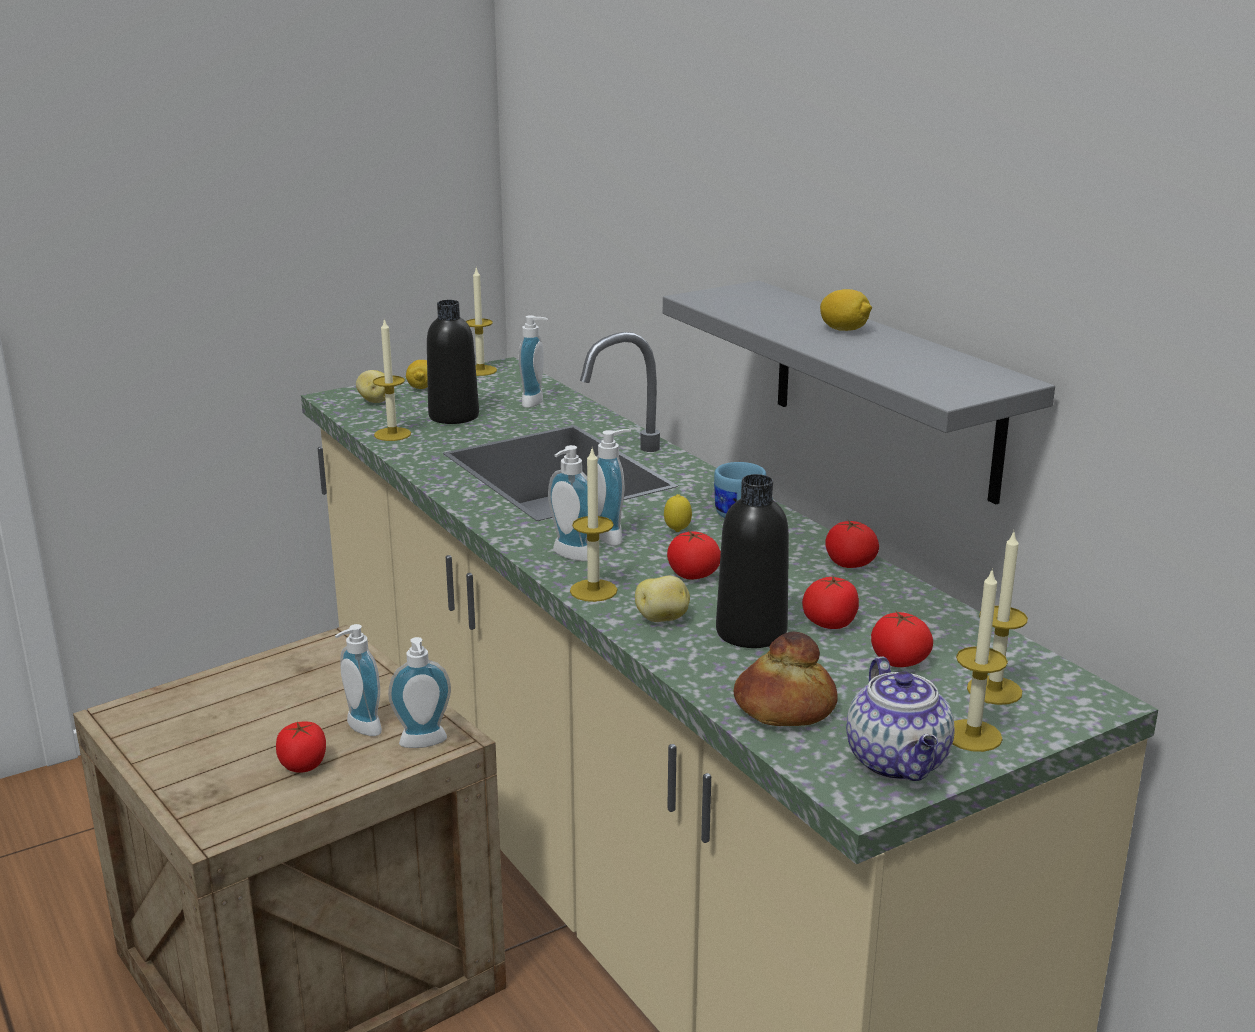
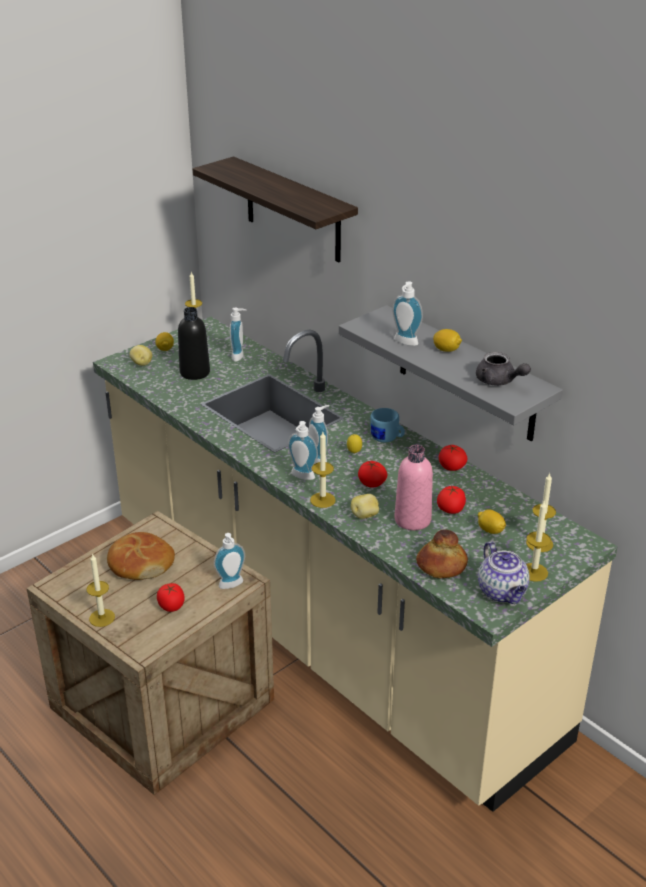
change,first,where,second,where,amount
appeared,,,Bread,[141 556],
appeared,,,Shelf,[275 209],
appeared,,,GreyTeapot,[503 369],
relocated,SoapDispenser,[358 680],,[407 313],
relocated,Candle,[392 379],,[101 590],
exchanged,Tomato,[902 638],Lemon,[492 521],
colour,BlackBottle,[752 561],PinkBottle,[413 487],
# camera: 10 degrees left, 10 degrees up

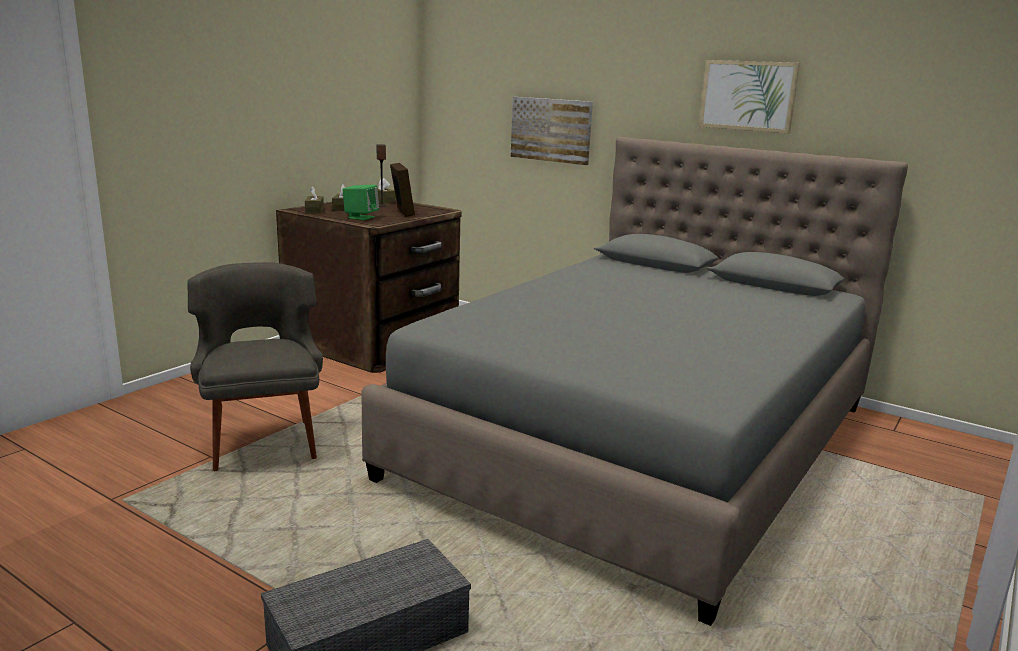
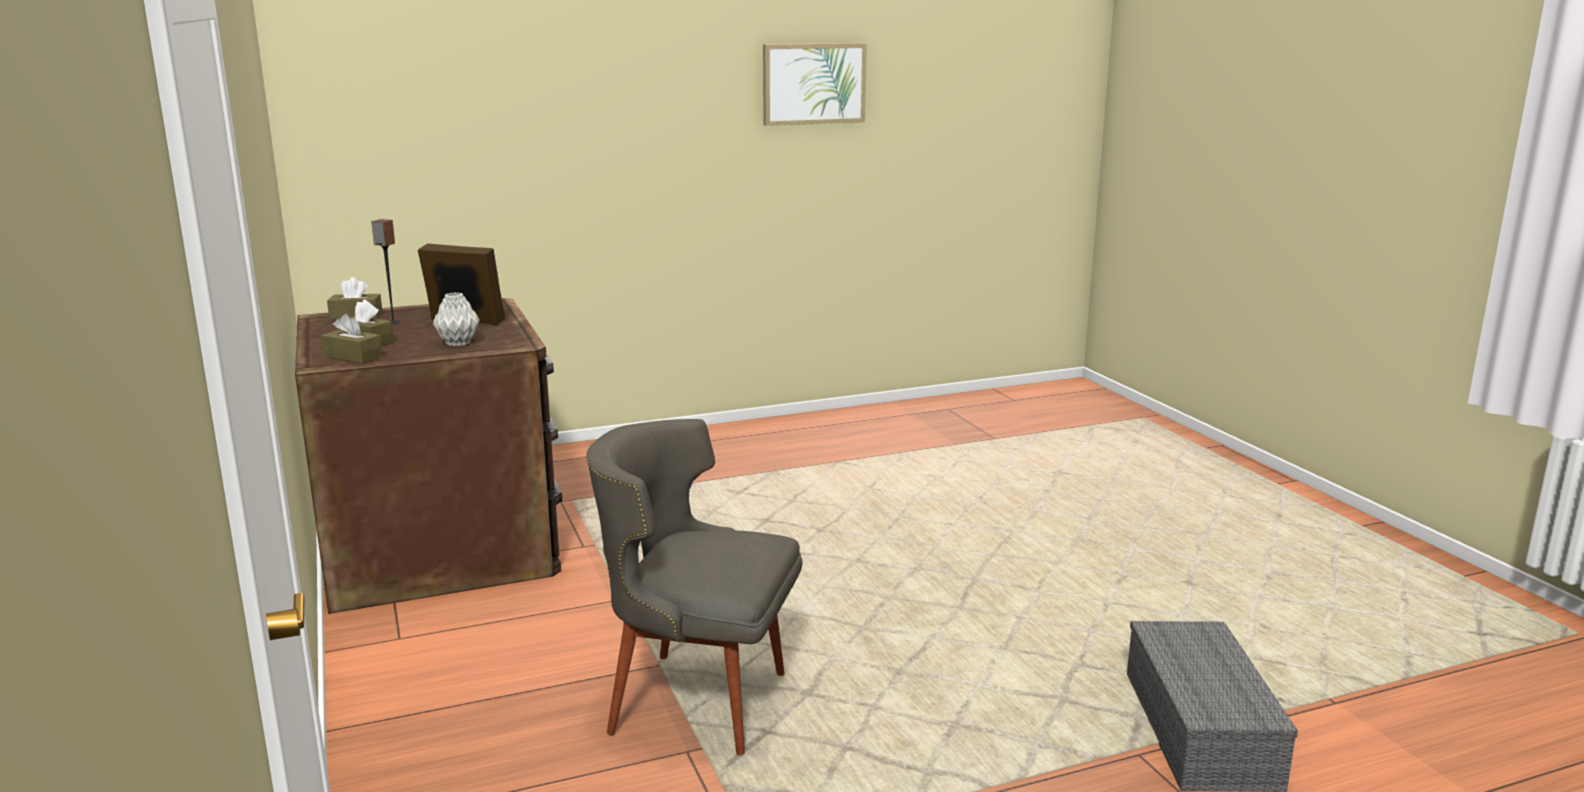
change,first,where,second,where,amount
missing,GreyBed,[635 381],,,
missing,Picture,[552 131],,,
exchanged,GreenSpeaker,[360 202],GreyVase,[456 319],
# camera: 55 degrees left, 0 degrees up

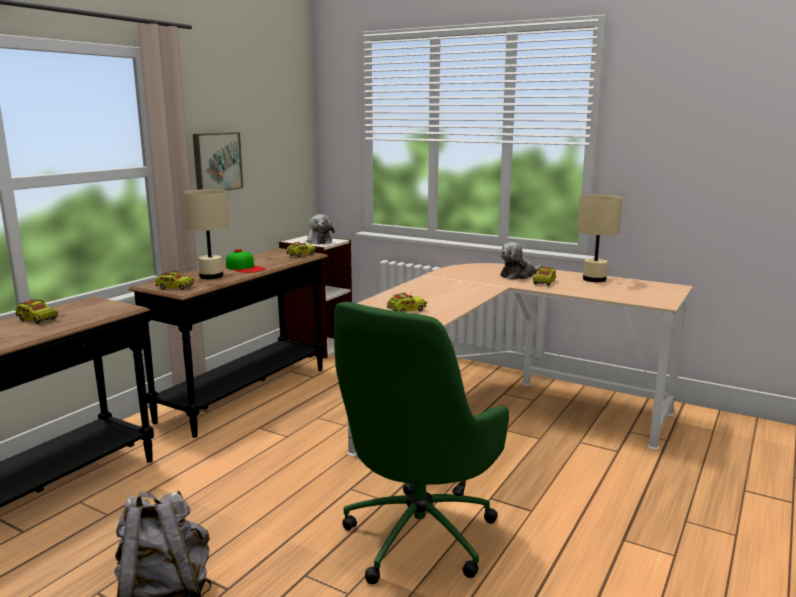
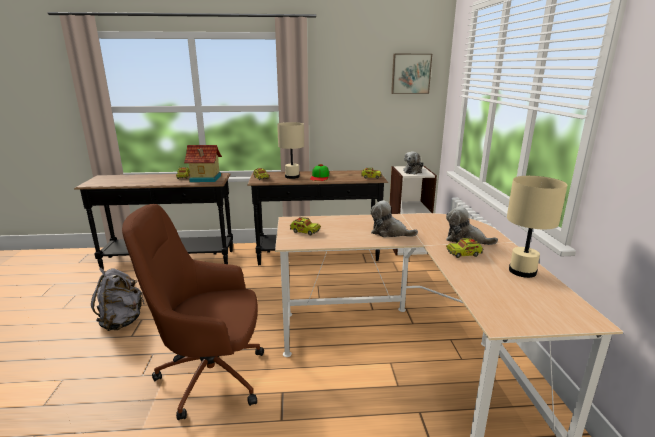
change,first,where,second,where,amount
appeared,,,ToyHouse,[203 163],
appeared,,,PlushToy,[394 218],
relocated,Picture,[218 161],,[411 74],
colour,GreenOfficeChair,[421 443],BrownOfficeChair,[193 312],
# camera: 55 degrees right, 5 degrees up

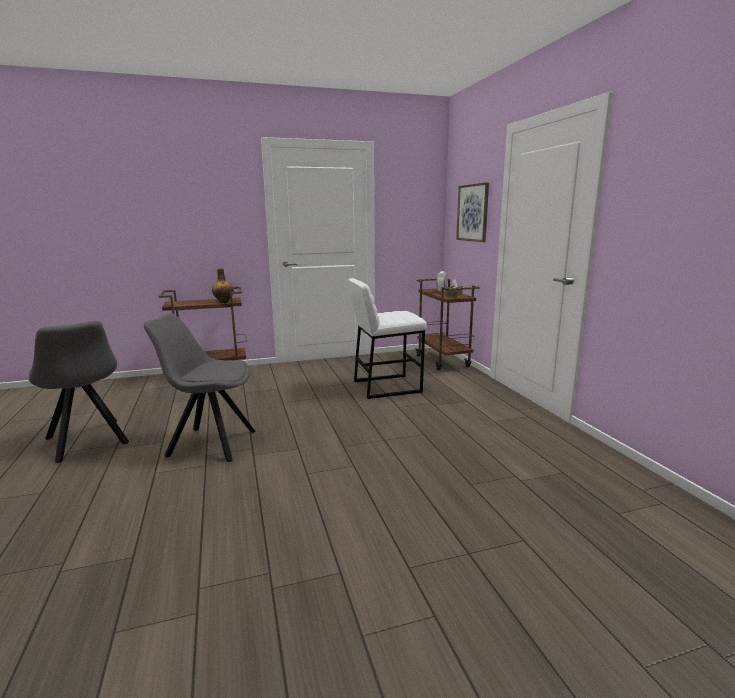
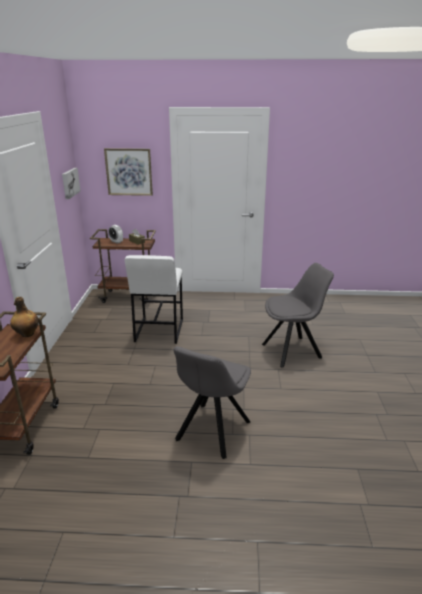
change,first,where,second,where,amount
appeared,,,Picture,[71 183],
relocated,GreyChair,[79 392],,[298 315],
# camera: 70 degrees left, 10 degrees up

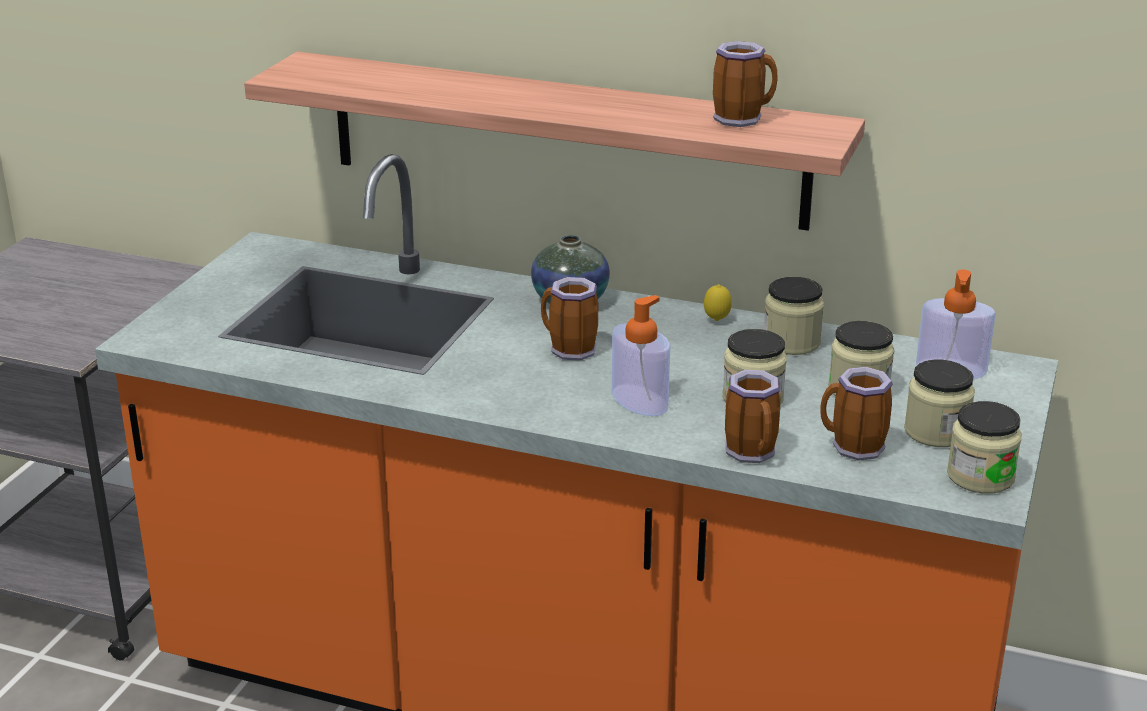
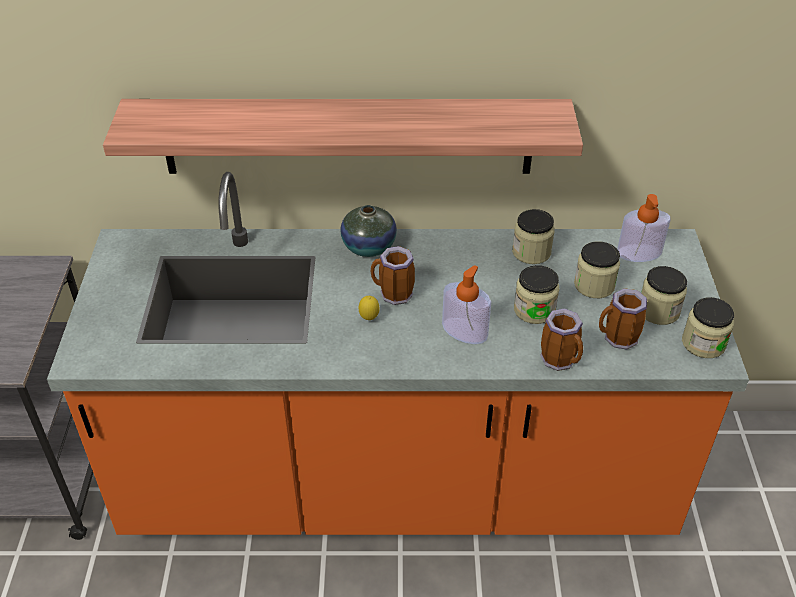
change,first,where,second,where,amount
missing,Mug,[745 84],,,
relocated,Lemon,[718 302],,[369 308],
# camera: 20 degrees left, 15 degrees up

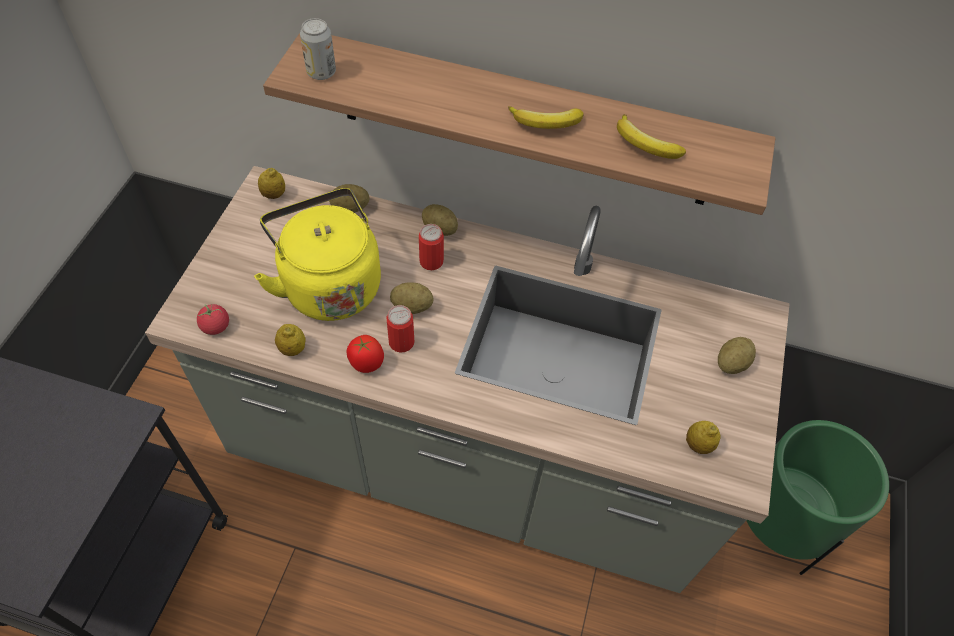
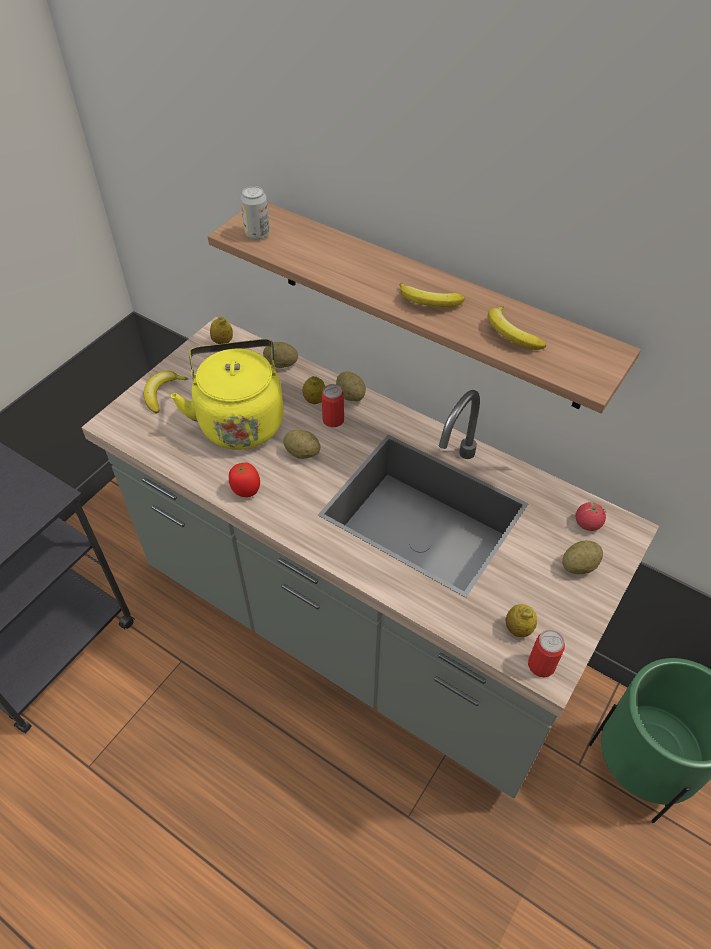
change,first,where,second,where,amount
appeared,,,Banana,[166 392],
relocated,Tomato,[213 319],,[591 516],
relocated,Lemon,[290 340],,[313 390],
relocated,Can,[400 329],,[546 653],
# camera: 20 degrees right, 5 degrees down

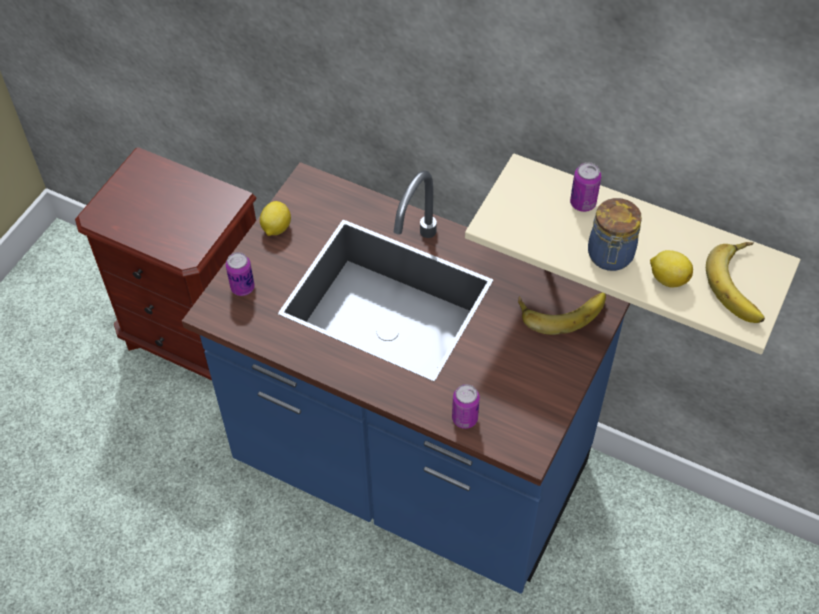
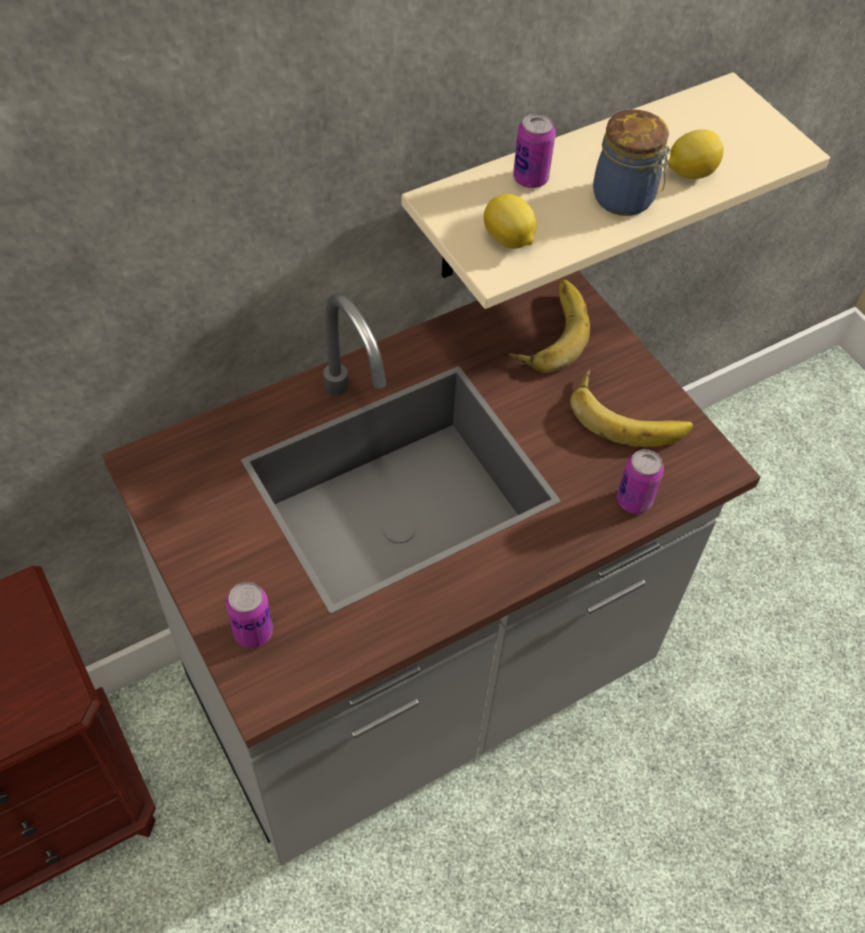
change,first,where,second,where,amount
relocated,Lemon,[275 218],,[510 221],
relocated,Banana,[735 282],,[631 408],
colour,BlueCounter,[406 378],GreyCounter,[431 568],
# camera: 60 degrees left, 0 degrees up

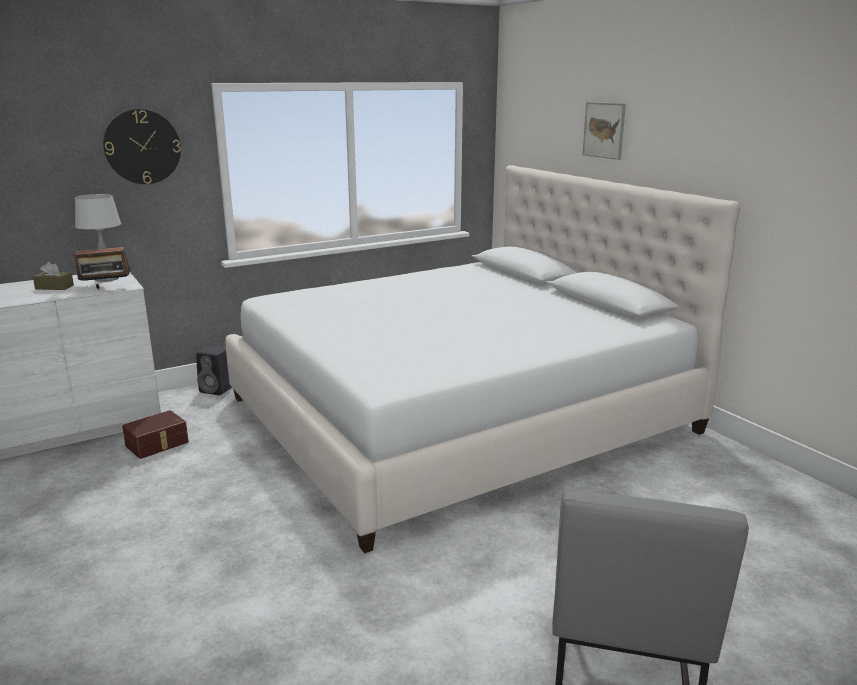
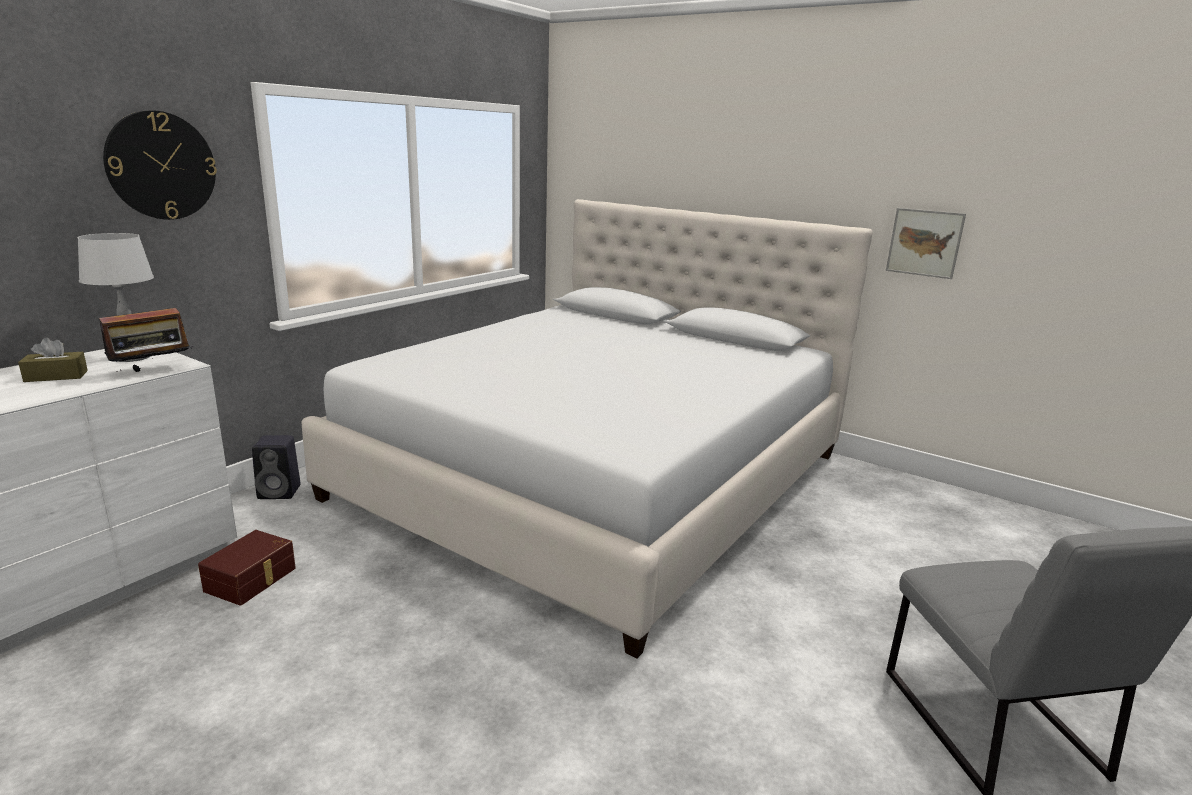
change,first,where,second,where,amount
relocated,Picture,[604 131],,[926 243],
# camera: 25 degrees left, 0 degrees up

